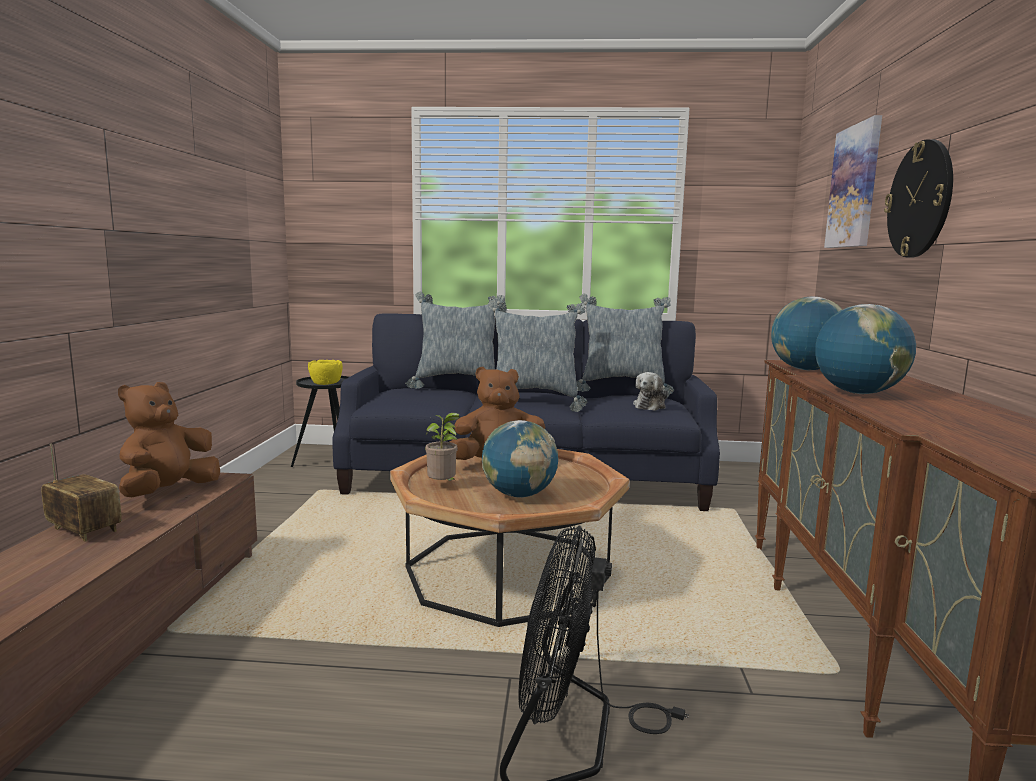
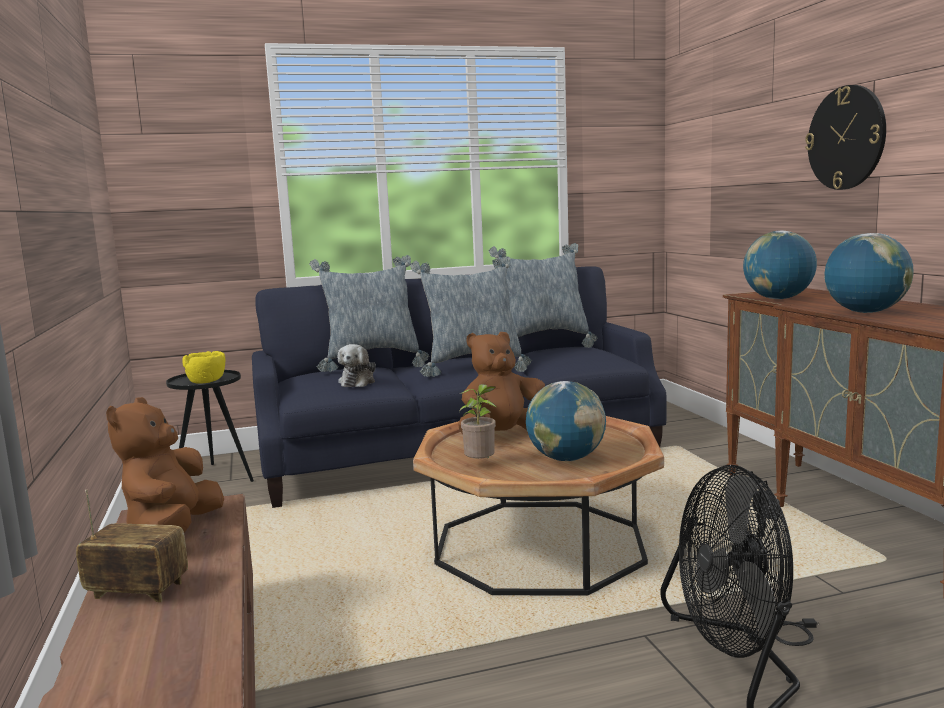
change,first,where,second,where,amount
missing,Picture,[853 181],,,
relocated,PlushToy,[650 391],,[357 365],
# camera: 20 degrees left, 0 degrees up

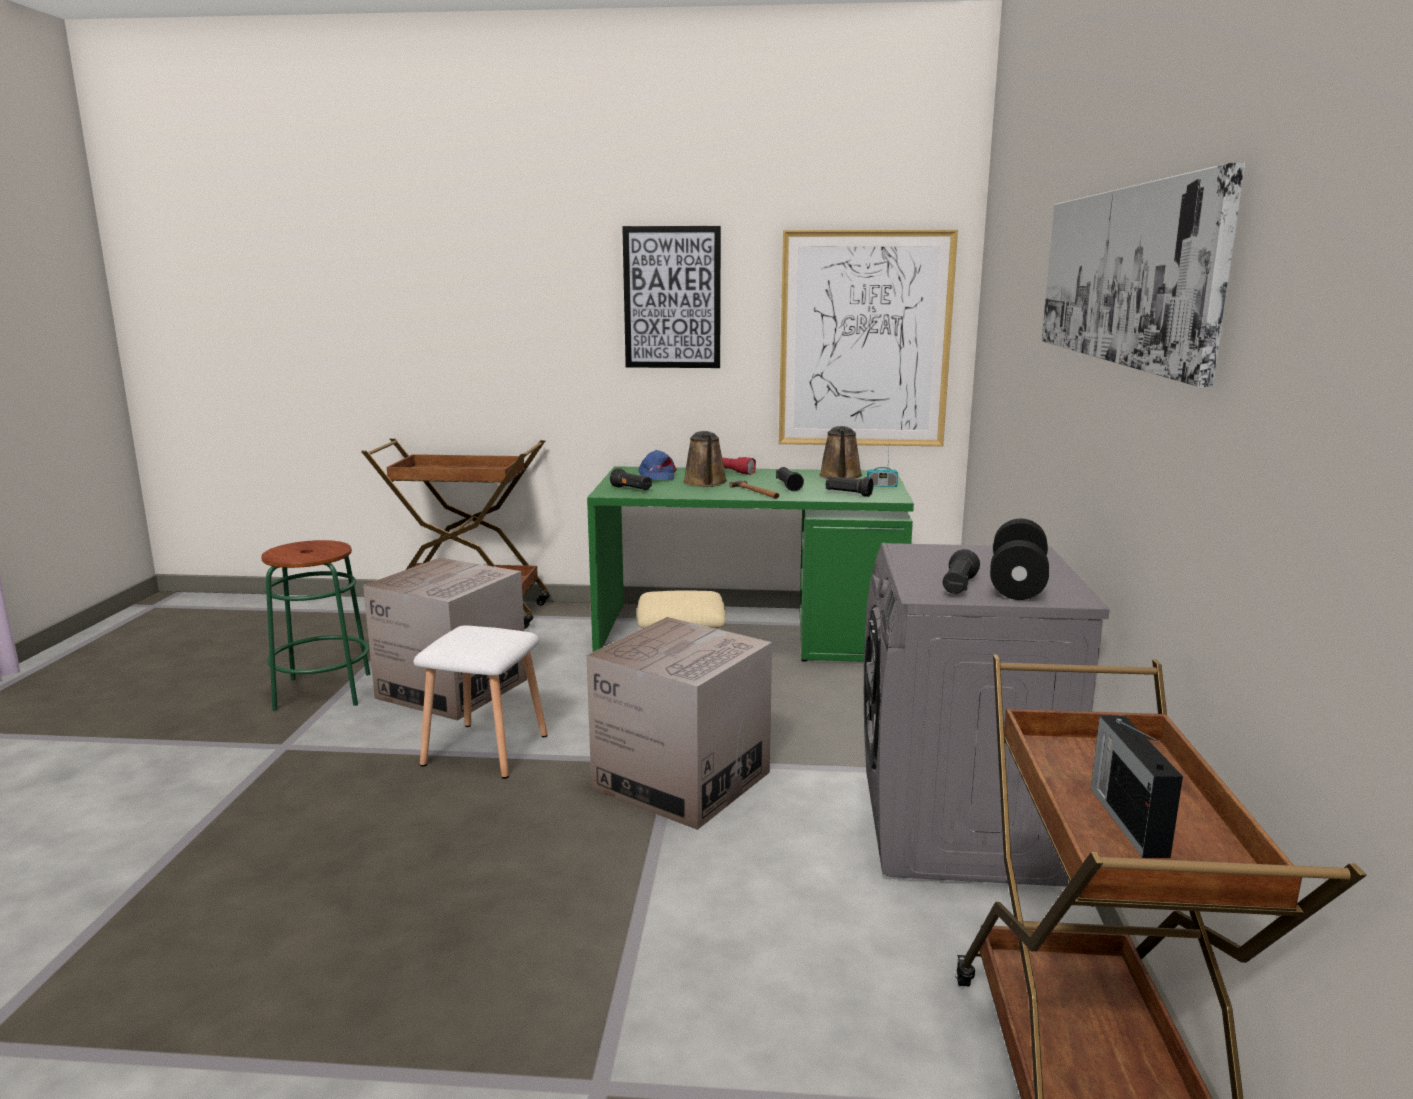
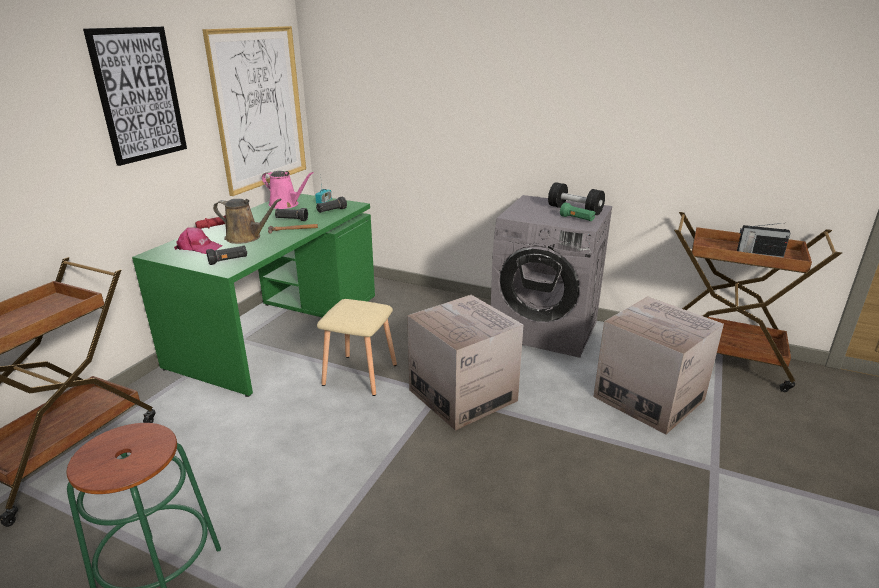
change,first,where,second,where,amount
missing,WhiteStool,[480 702],,,
missing,Picture,[1143 275],,,
relocated,CardboardBox,[445 639],,[658 365],
colour,BlueCap,[657 465],PinkCap,[198 240],
colour,BrownWateringCan,[841 452],PinkWateringCan,[288 190],
colour,BlackFlashlight,[961 571],GreenFlashlight,[577 211],
# camera: 70 degrees left, 10 degrees up

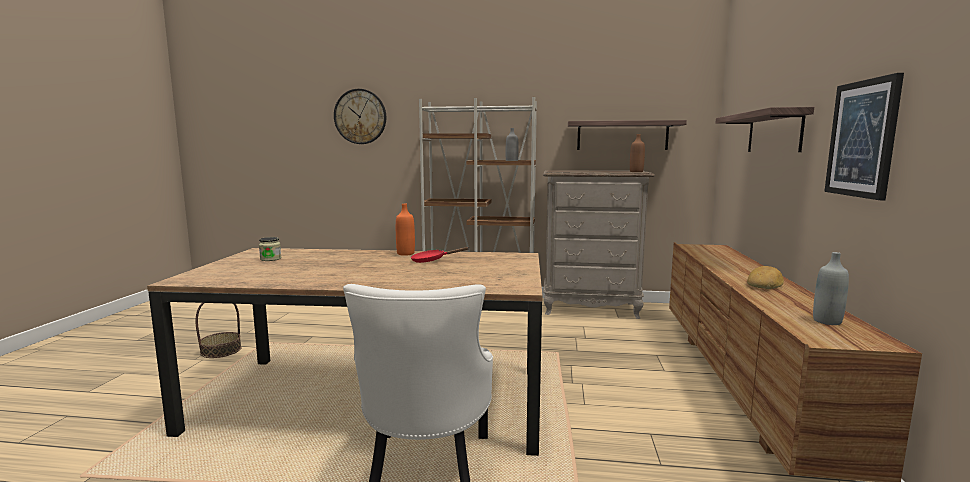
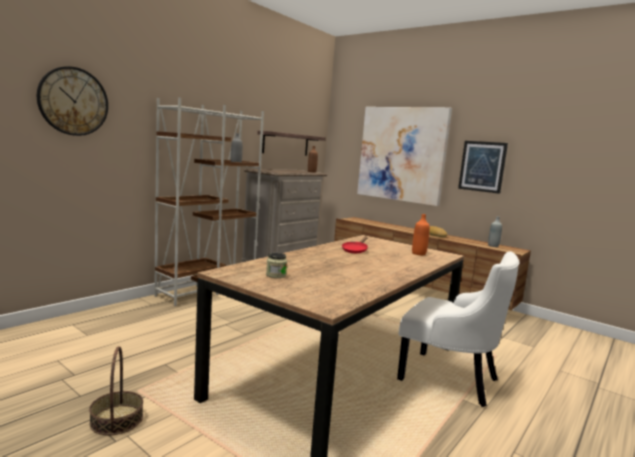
change,first,where,second,where,amount
relocated,OrangeBottle,[405 230],,[421 234],
exchanged,Shelf,[765 129],Picture,[404 156],
# camera: 60 degrees left, 0 degrees up

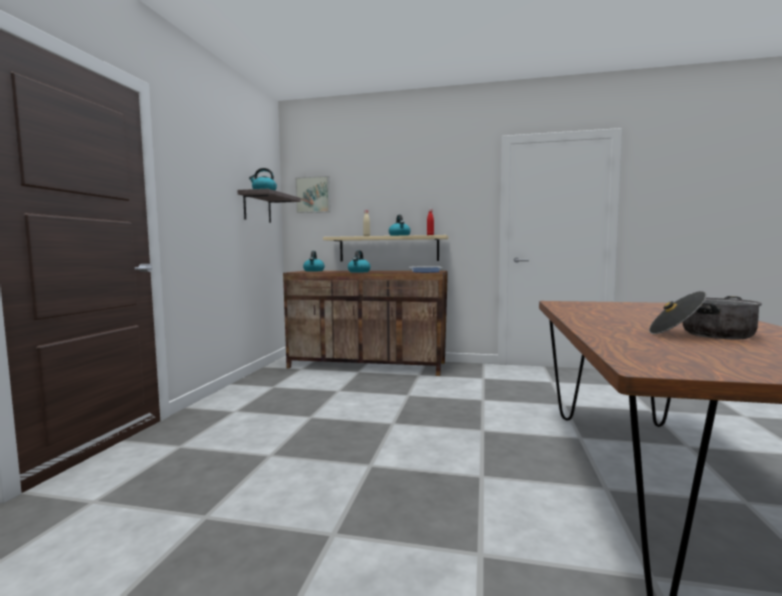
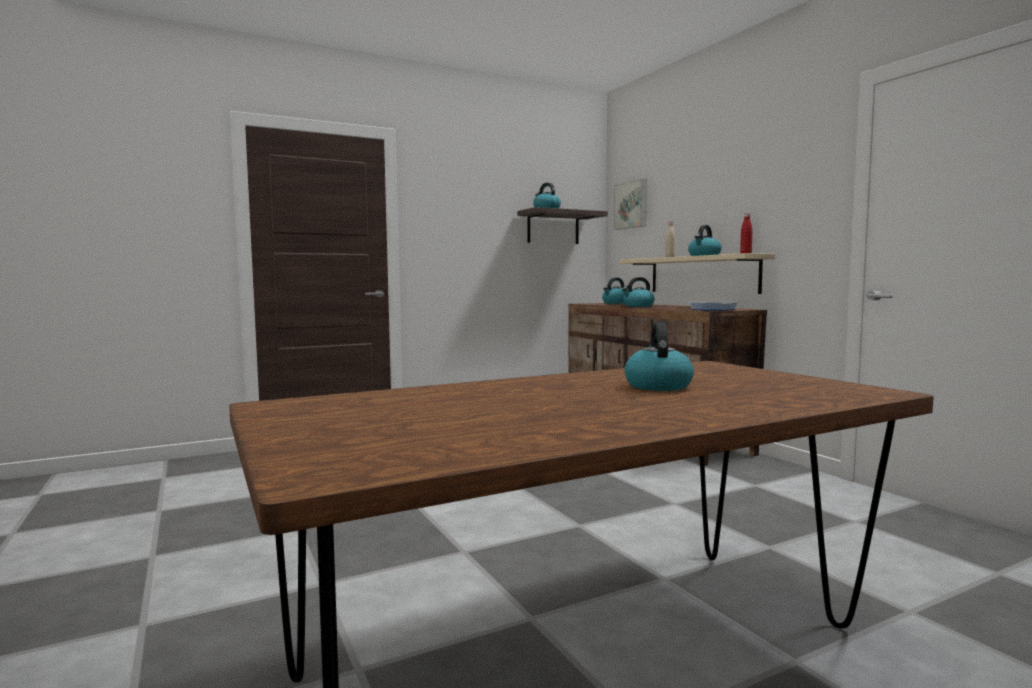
change,first,where,second,where,amount
missing,CookingPot,[705 315],,,
appeared,,,Kettle,[659 356],
# camera: 50 degrees right, 0 degrees up

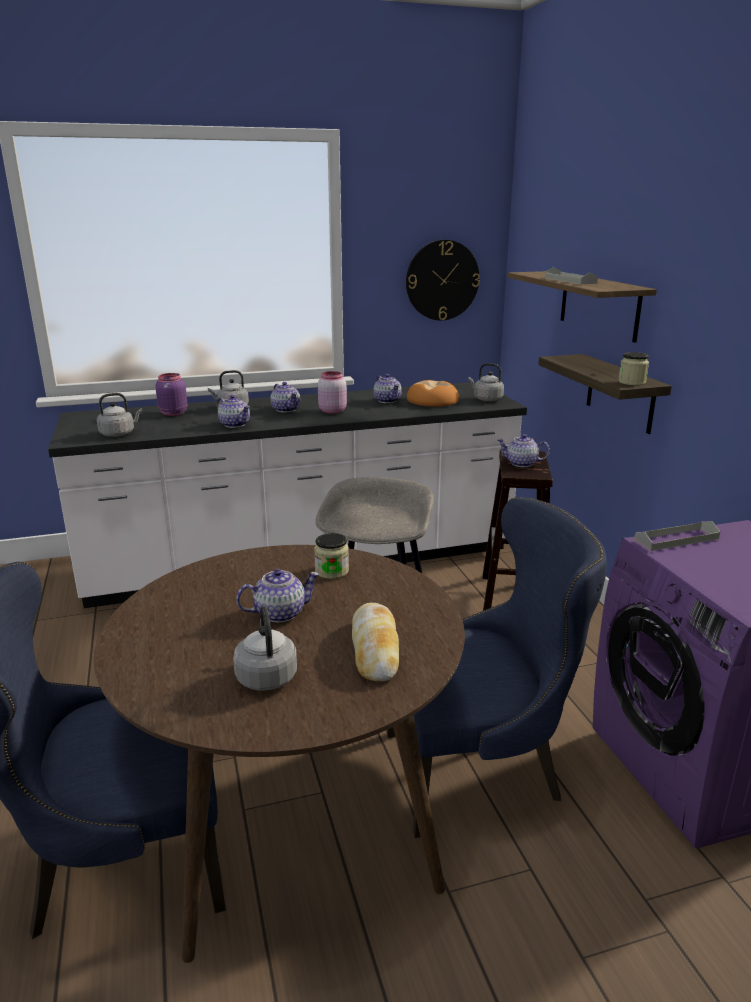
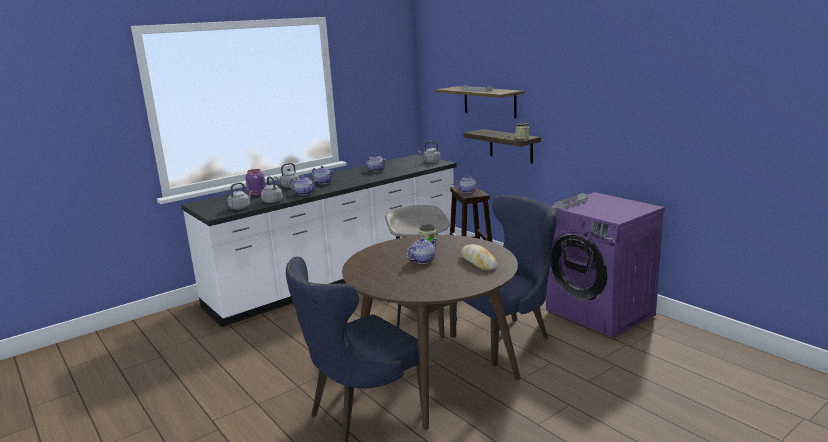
change,first,where,second,where,amount
missing,PinkJar,[332 392],,,
missing,WallClock,[443 280],,,
missing,Bread,[433 393],,,
relocated,GreyKettle,[265 648],,[272 189],
# camera: 20 degrees left, 5 degrees down

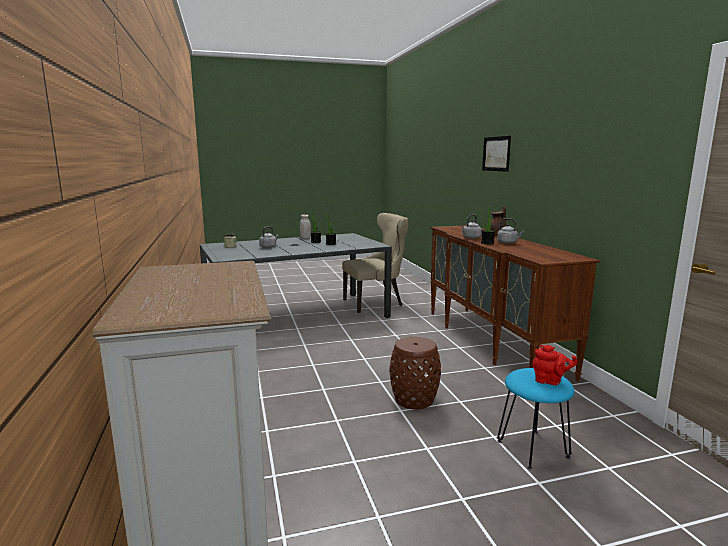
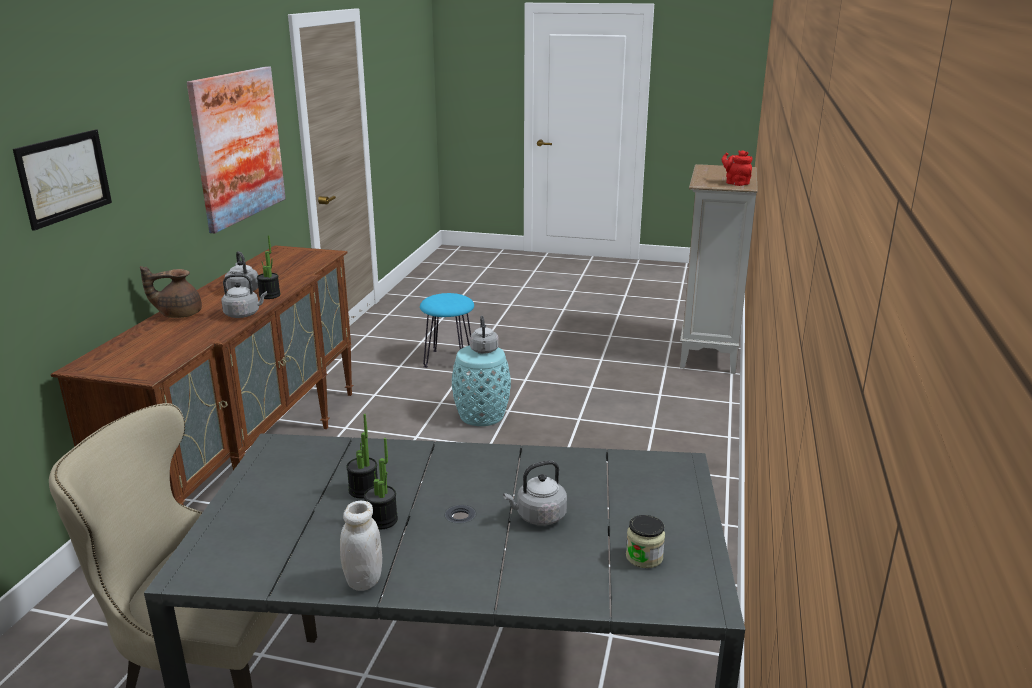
change,first,where,second,where,amount
appeared,,,Picture,[236 149],
appeared,,,GreyKettle,[484 334],
relocated,RedTeapot,[555 365],,[737 168],
colour,BrownStool,[415 373],TurquoiseStool,[481 386],
# camera: 150 degrees left, 10 degrees up

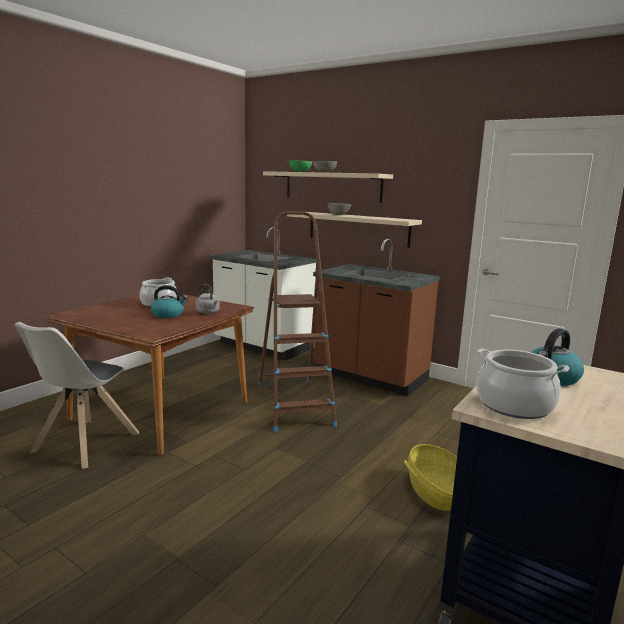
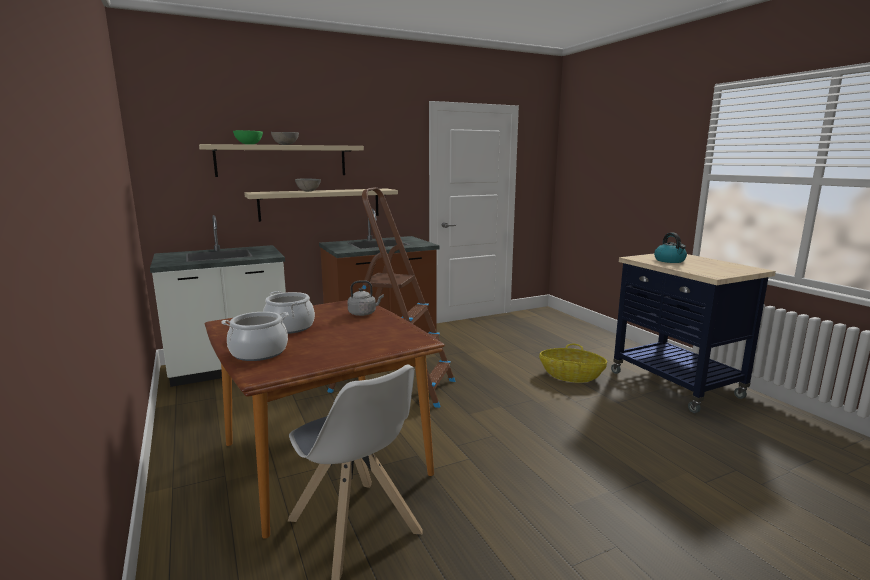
change,first,where,second,where,amount
missing,Kettle,[169 301],,,
relocated,CookingPot,[522 383],,[255 336],
# camera: 60 degrees left, 0 degrees up

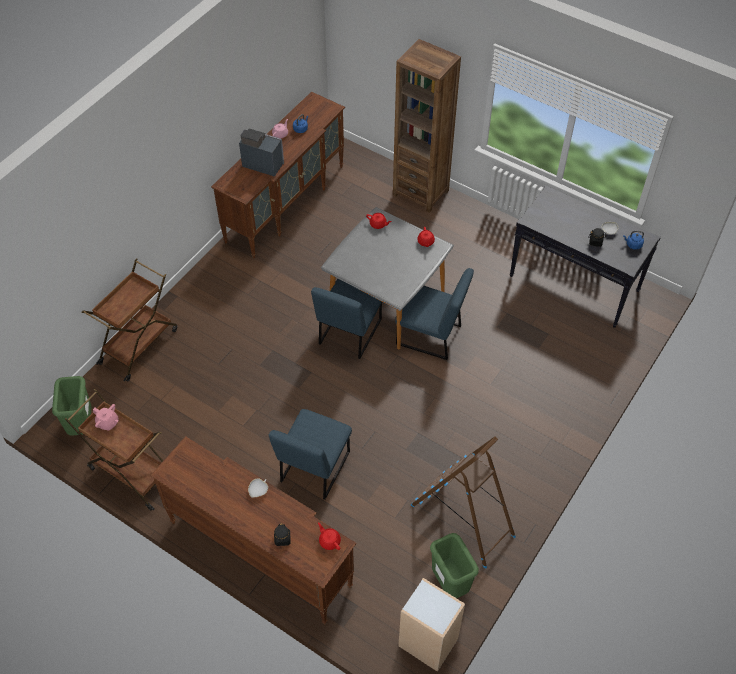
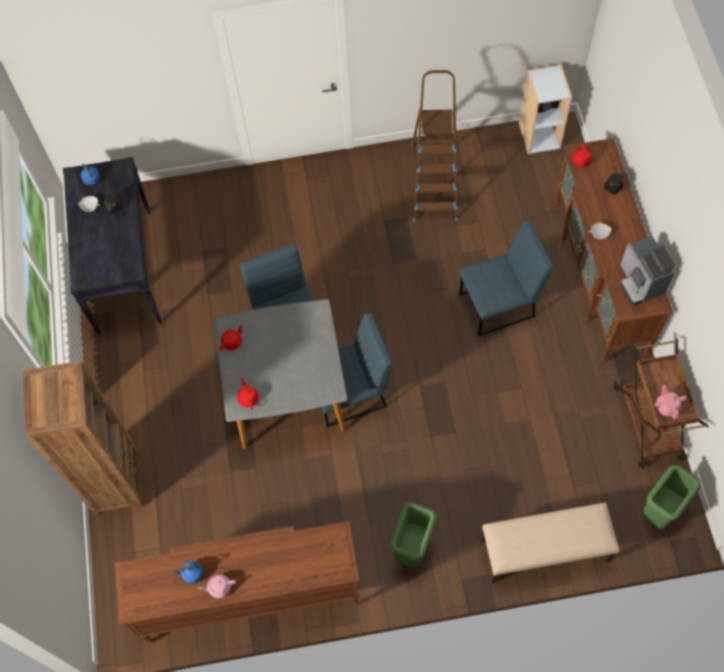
change,first,where,second,where,amount
relocated,CoffeeMachine,[261 153],,[647 271],
relocated,GreenTrashCan,[454 565],,[413 535],
exchanged,BrownCart,[129 320],BeigeBench,[551 543],
# camera: 130 degrees left, 10 degrees up

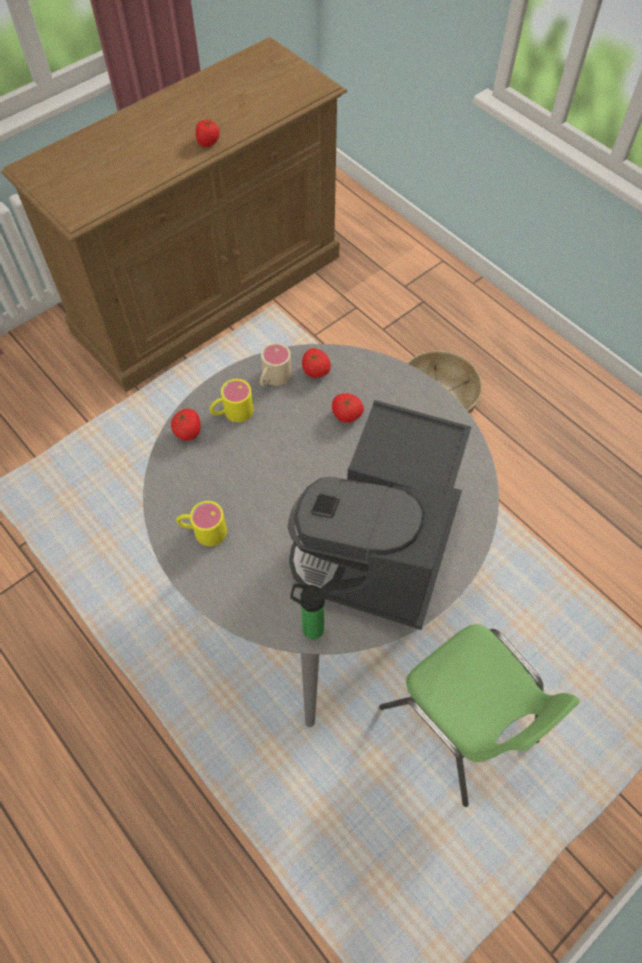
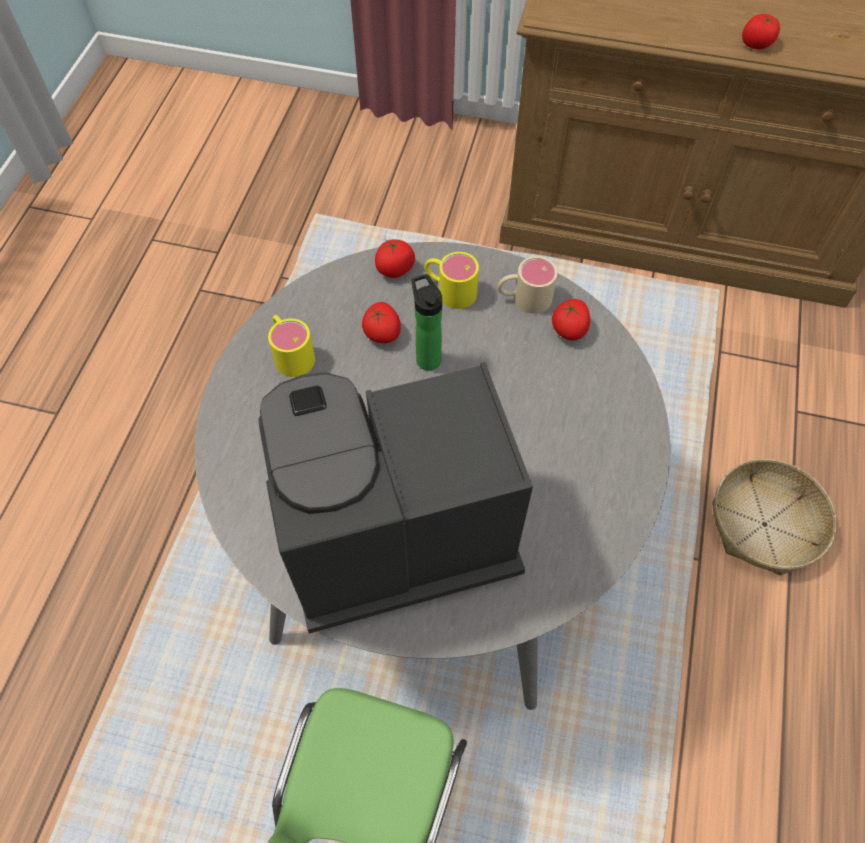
change,first,where,second,where,amount
relocated,Bottle,[307 611],,[426 322],
relocated,Tomato,[348 408],,[381 322],
# camera: 55 degrees right, 0 degrees up

